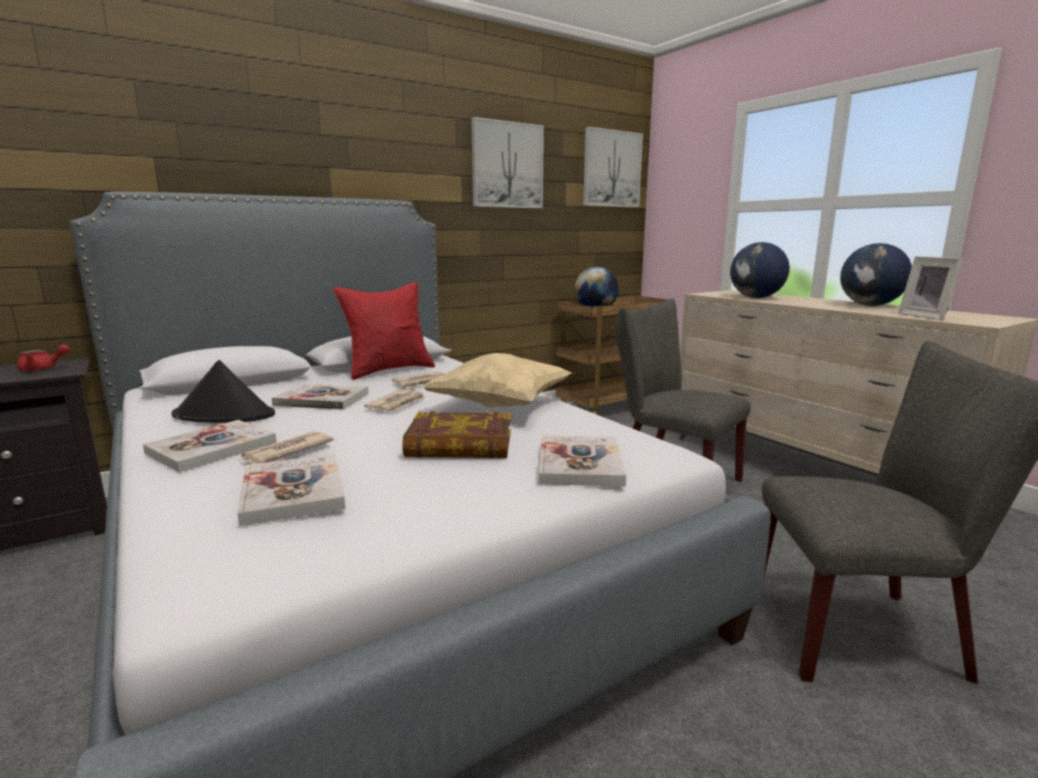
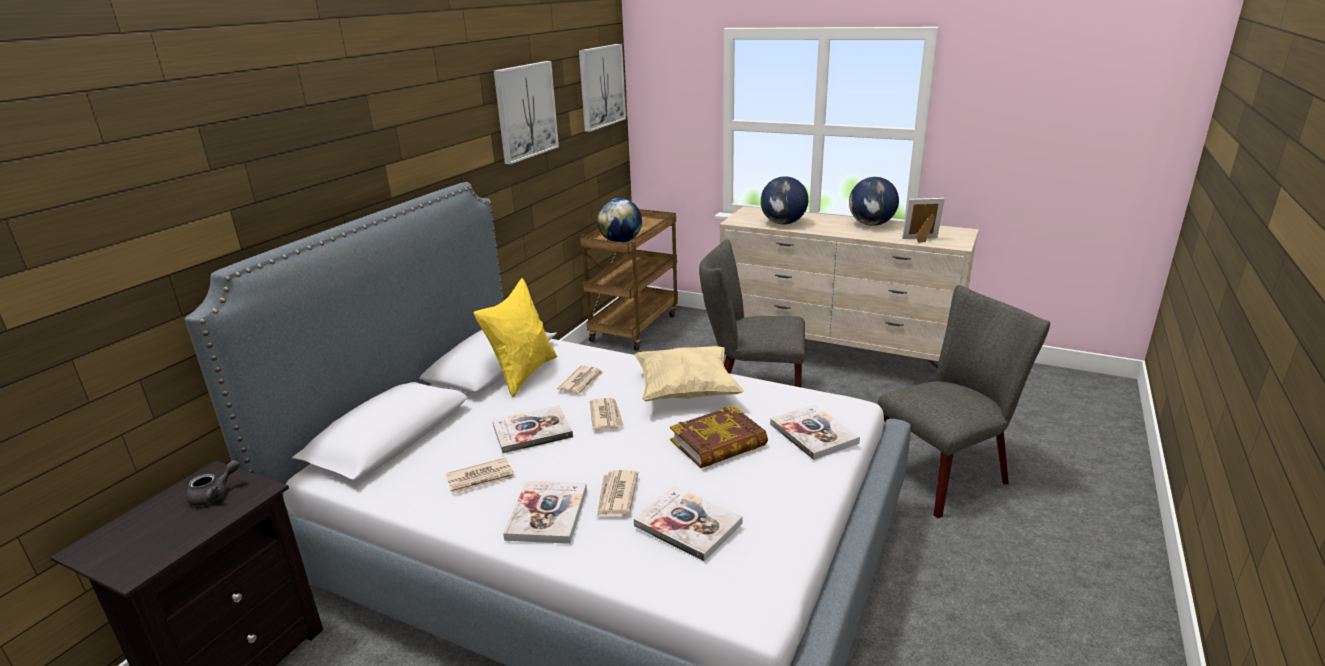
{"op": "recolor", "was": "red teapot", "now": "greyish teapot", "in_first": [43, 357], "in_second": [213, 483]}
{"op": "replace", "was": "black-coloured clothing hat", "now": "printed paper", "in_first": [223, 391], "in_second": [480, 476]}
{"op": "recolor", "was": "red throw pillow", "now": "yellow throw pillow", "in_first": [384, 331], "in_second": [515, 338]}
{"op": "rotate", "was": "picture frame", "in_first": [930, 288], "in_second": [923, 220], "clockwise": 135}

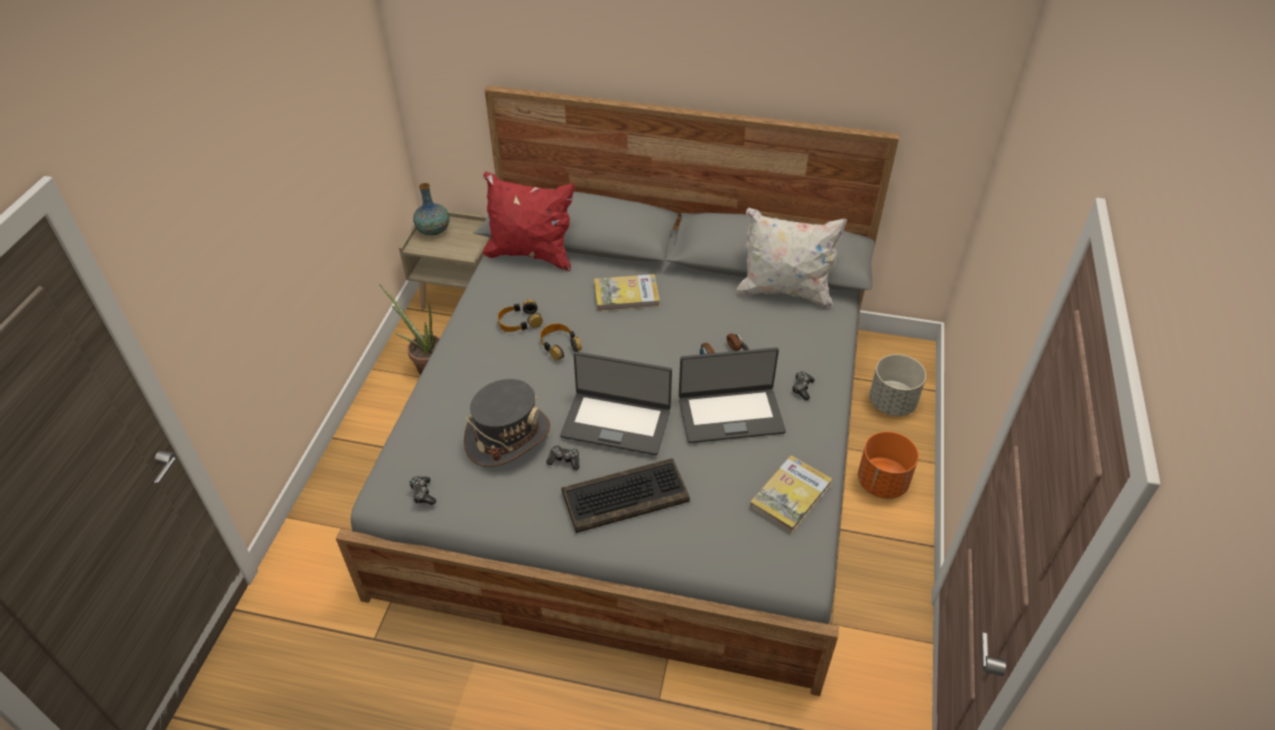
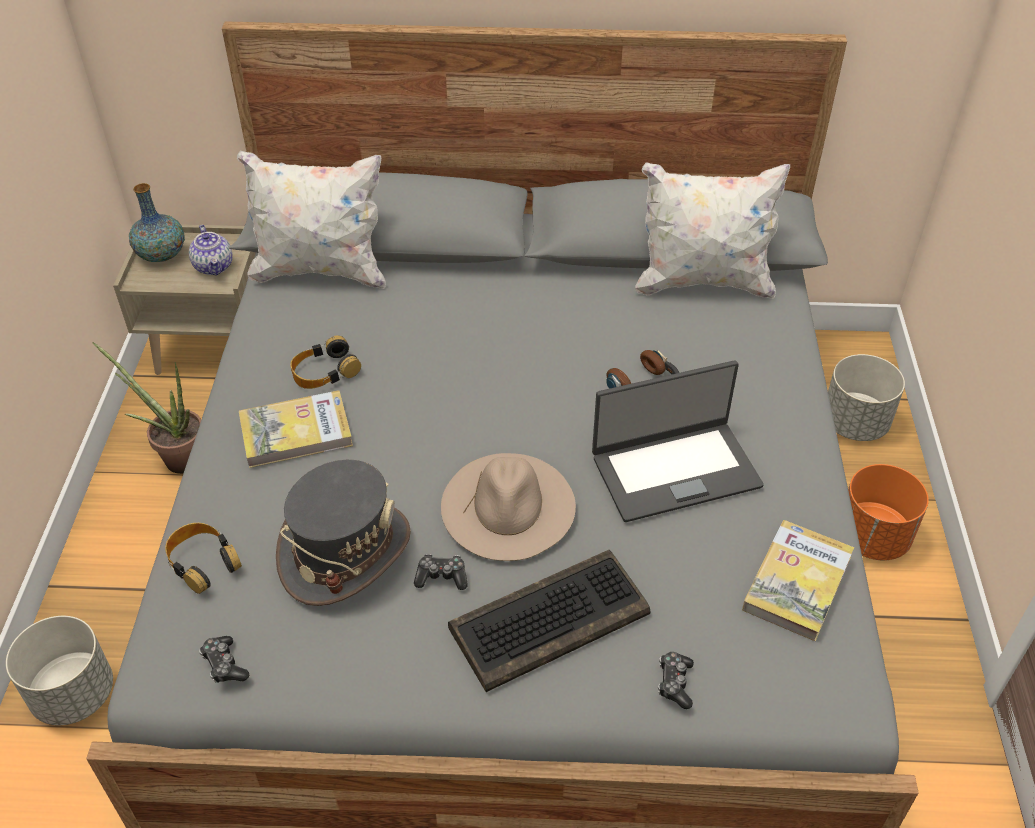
{"op": "insert", "now": "greyish flower pot", "in_second": [59, 670]}
{"op": "move", "was": "headset", "in_first": [561, 342], "in_second": [203, 558]}
{"op": "insert", "now": "teapot", "in_second": [211, 250]}
{"op": "recolor", "was": "red throw pillow", "now": "whitish throw pillow", "in_first": [529, 221], "in_second": [311, 220]}
{"op": "move", "was": "bound book", "in_first": [627, 293], "in_second": [296, 429]}
{"op": "replace", "was": "notebook computer", "now": "sand-coloured clothing hat", "in_first": [616, 403], "in_second": [508, 507]}
{"op": "move", "was": "game controller", "in_first": [803, 385], "in_second": [676, 680]}

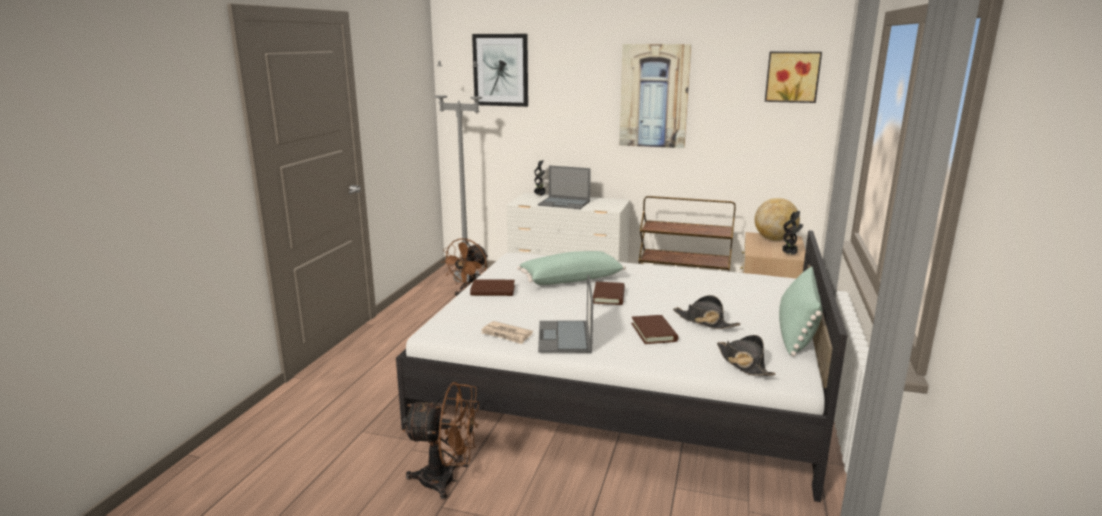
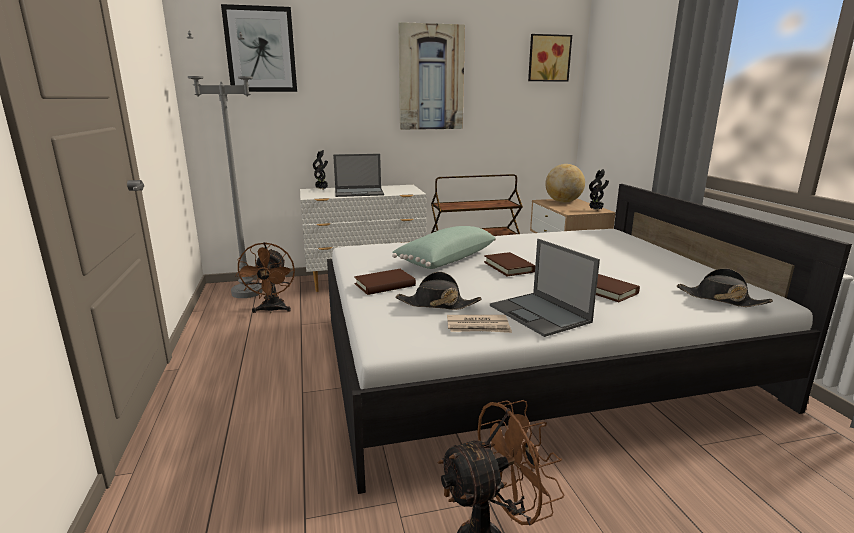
{"op": "move", "was": "black-coloured clothing hat", "in_first": [707, 312], "in_second": [438, 291]}
{"op": "delete", "was": "greenish throw pillow", "in_first": [801, 311]}

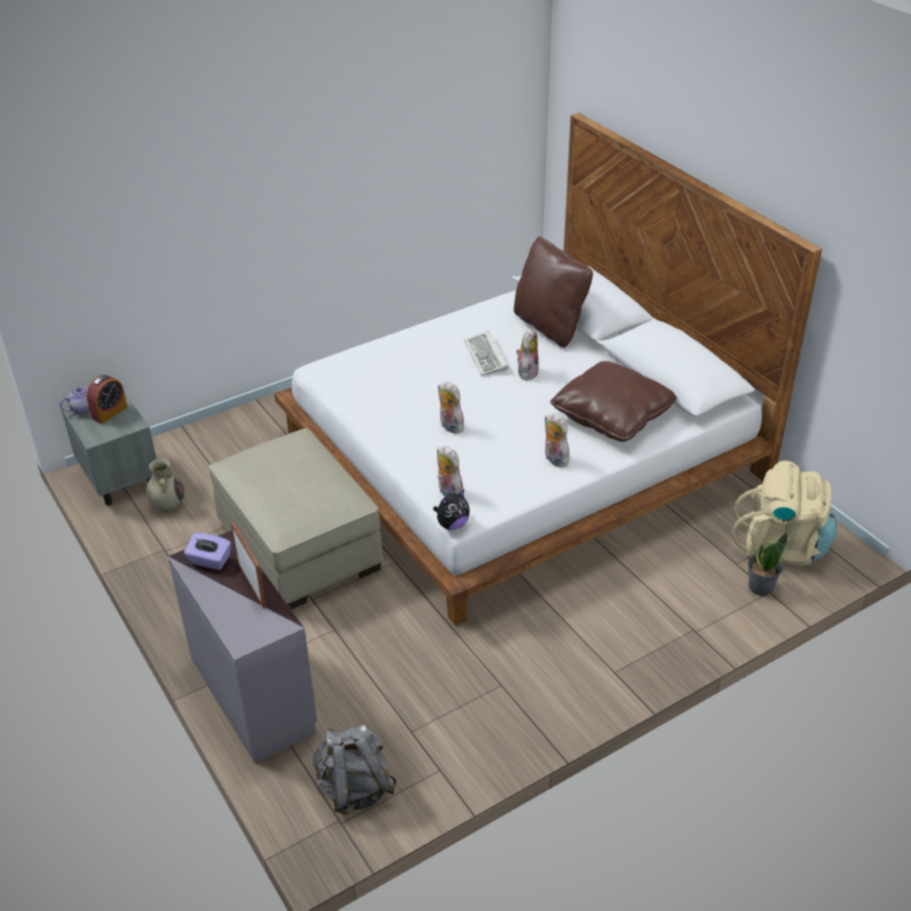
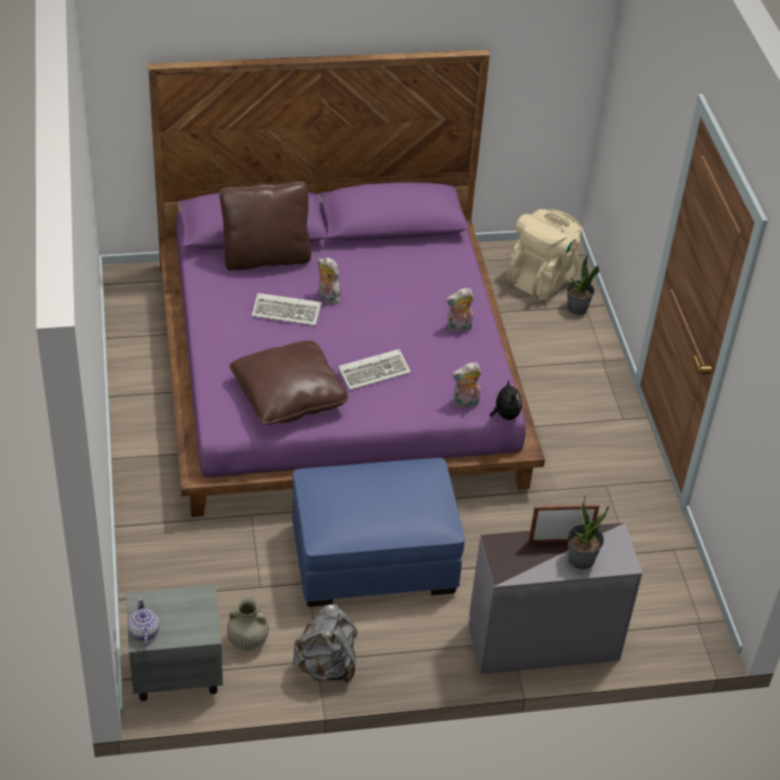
{"op": "recolor", "was": "whitish bed", "now": "purple-coloured bed", "in_first": [548, 369], "in_second": [346, 283]}
{"op": "move", "was": "brown-coloured throw pillow", "in_first": [613, 401], "in_second": [289, 382]}
{"op": "recolor", "was": "sand-coloured pouffe", "now": "blue-coloured pouffe", "in_first": [296, 519], "in_second": [378, 532]}
{"op": "move", "was": "greyish backpack", "in_first": [355, 769], "in_second": [325, 643]}
{"op": "replace", "was": "cuddly toy", "now": "keyboard", "in_first": [452, 407], "in_second": [374, 369]}
{"op": "insert", "now": "houseplant", "in_second": [588, 532]}
{"op": "delete", "was": "alarm clock", "in_first": [106, 399]}
{"op": "delete", "was": "purple-coloured box of tissues", "in_first": [207, 551]}

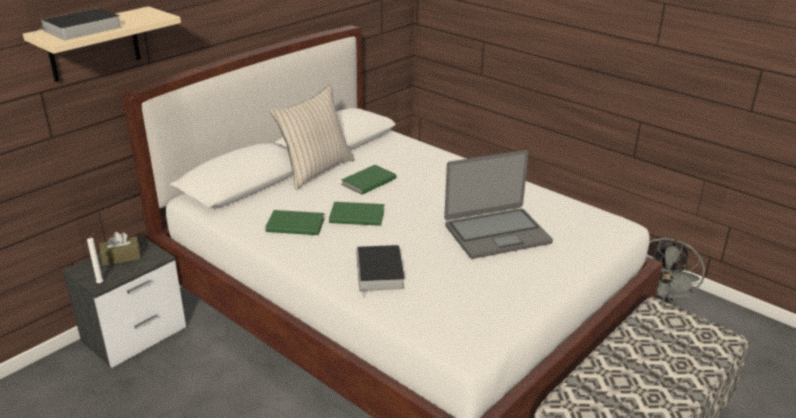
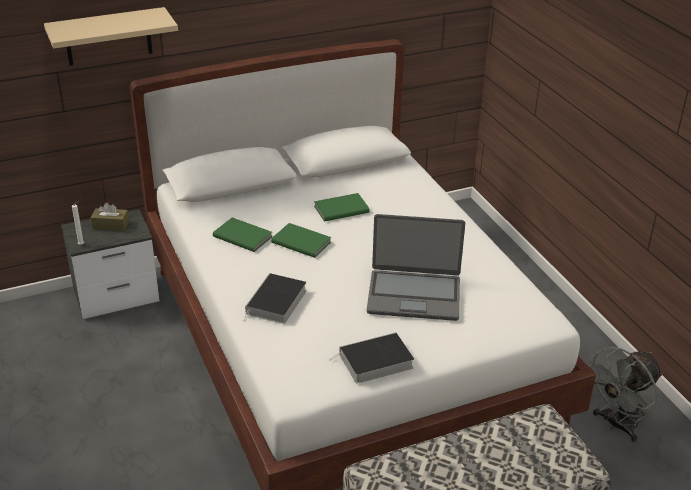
{"op": "move", "was": "bound book", "in_first": [77, 24], "in_second": [371, 358]}
{"op": "delete", "was": "sand-coloured throw pillow", "in_first": [312, 137]}

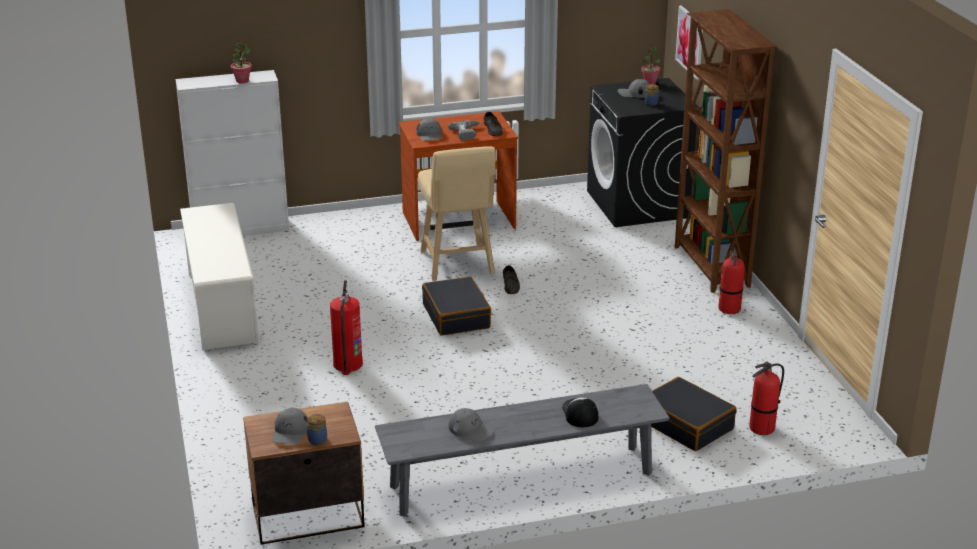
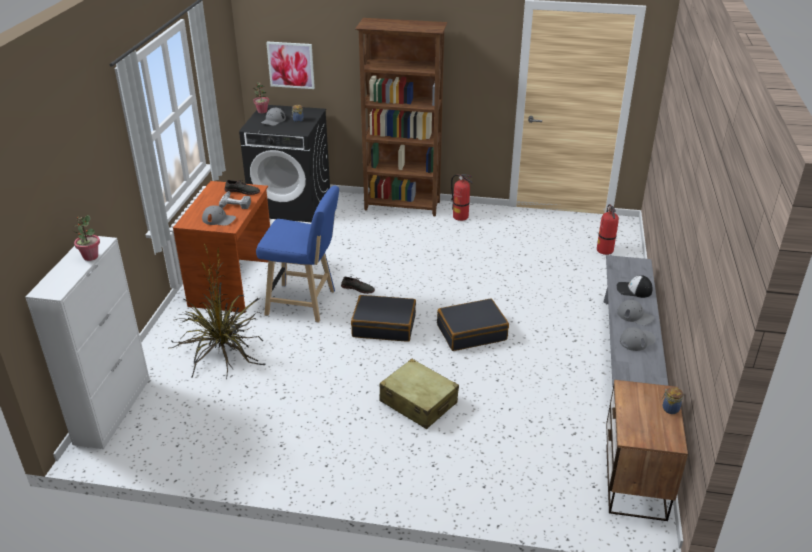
{"op": "insert", "now": "houseplant", "in_second": [218, 311]}
{"op": "recolor", "was": "sand-coloured stool seat", "now": "blue-coloured stool seat", "in_first": [456, 214], "in_second": [297, 254]}
{"op": "replace", "was": "extinguisher", "now": "sand-coloured suitcase", "in_first": [346, 327], "in_second": [419, 394]}
{"op": "move", "was": "black-coloured suitcase", "in_first": [694, 414], "in_second": [473, 324]}
{"op": "move", "was": "greyish cap", "in_first": [290, 426], "in_second": [635, 312]}
{"op": "delete", "was": "whitish shoe rack", "in_first": [219, 276]}

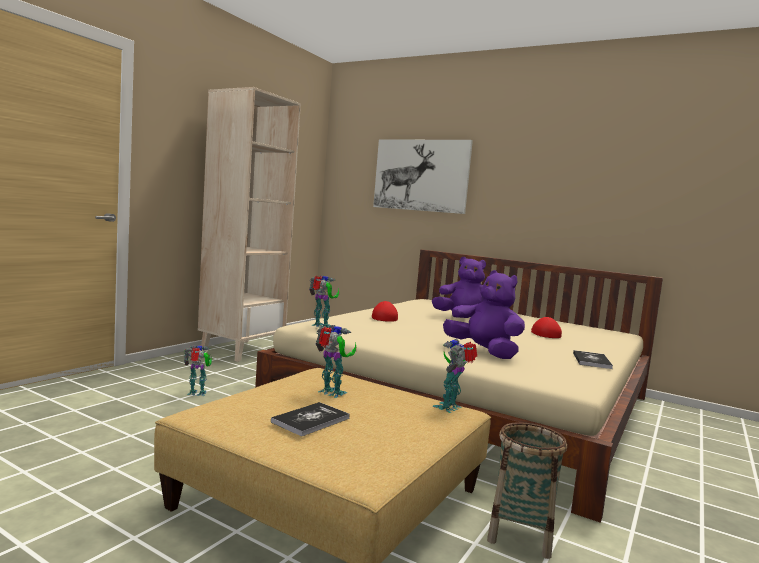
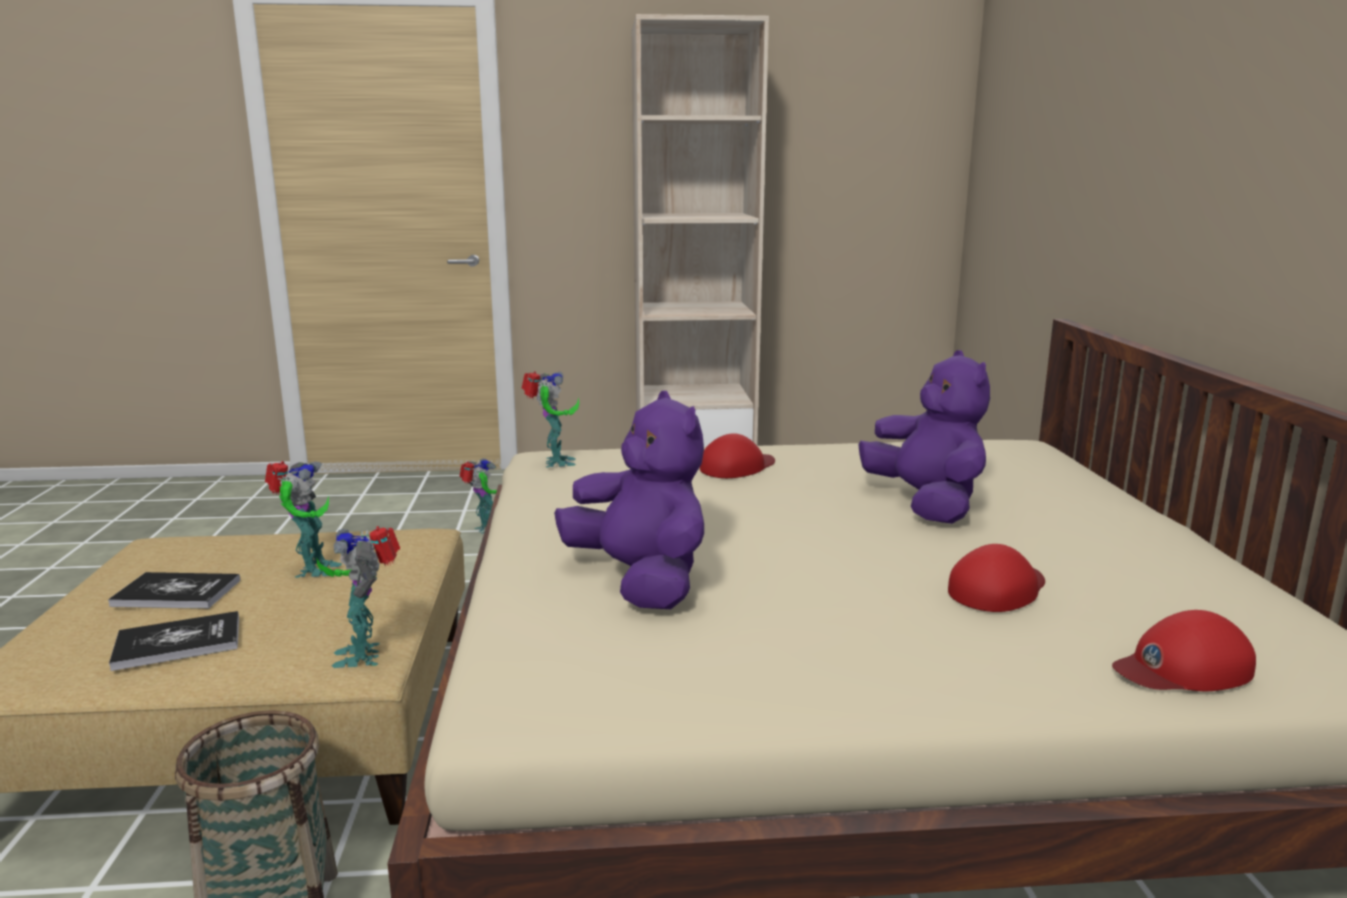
{"op": "move", "was": "bound book", "in_first": [593, 359], "in_second": [174, 641]}
{"op": "rotate", "was": "toy robot", "in_first": [455, 376], "in_second": [358, 597], "clockwise": -105}
{"op": "rotate", "was": "purple-coloured cuddly toy", "in_first": [484, 314], "in_second": [629, 500], "clockwise": -45}
{"op": "insert", "now": "red cap", "in_second": [1184, 650]}
{"op": "delete", "was": "wall picture", "in_first": [423, 177]}

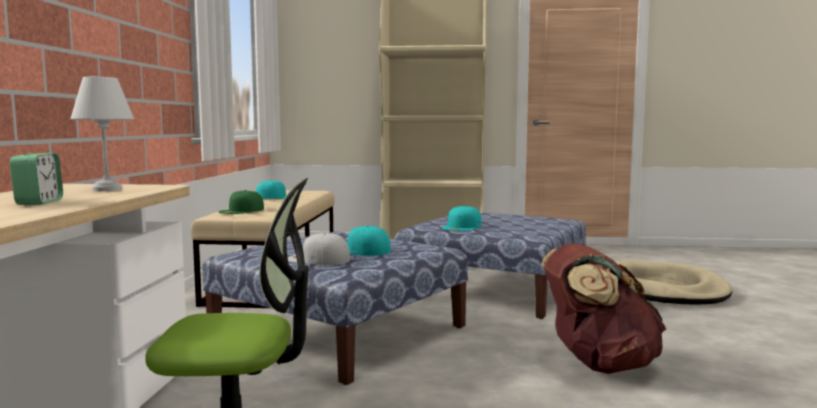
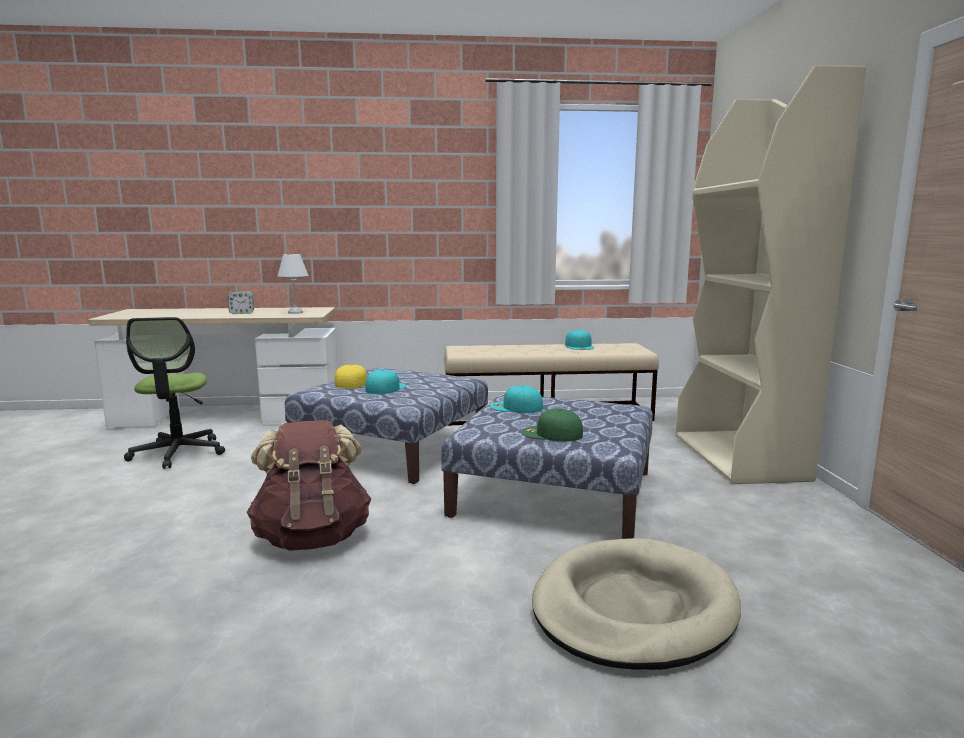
{"op": "recolor", "was": "whitish cap", "now": "yellow cap", "in_first": [319, 249], "in_second": [351, 376]}
{"op": "move", "was": "greenish cap", "in_first": [241, 202], "in_second": [552, 425]}

